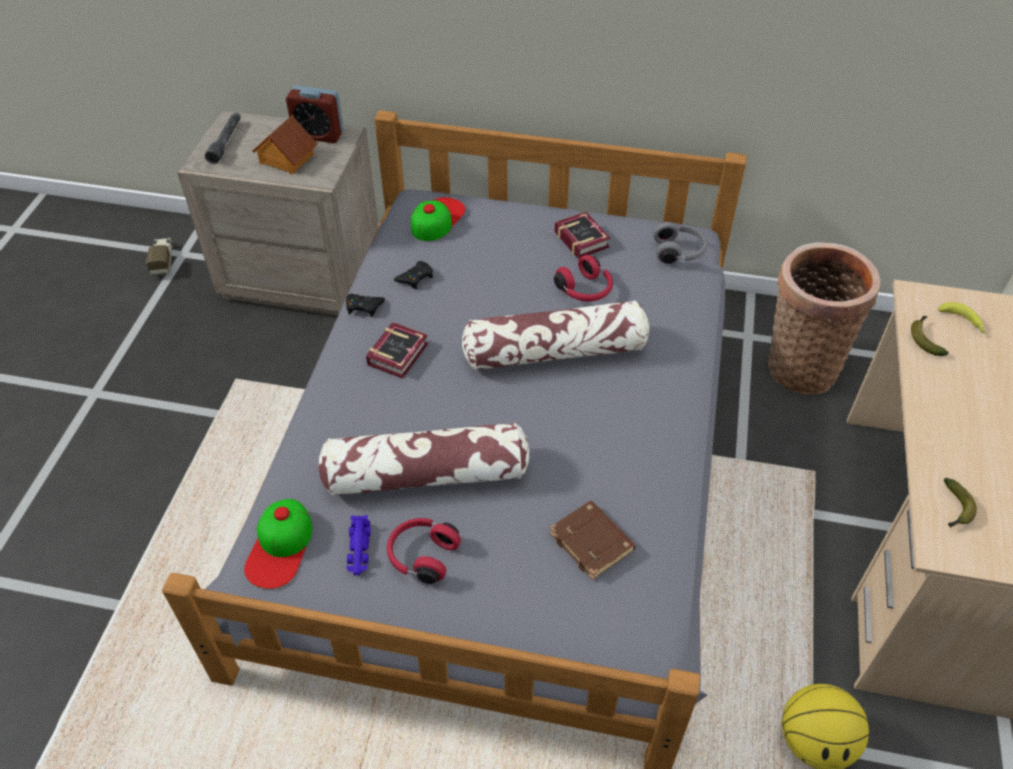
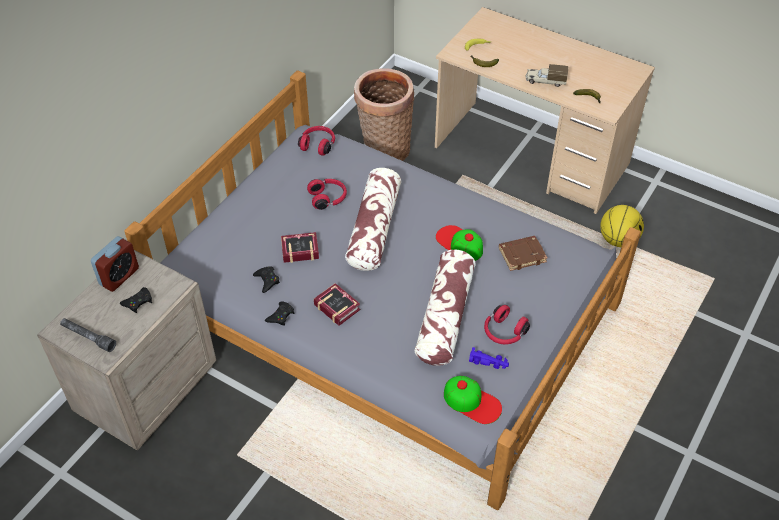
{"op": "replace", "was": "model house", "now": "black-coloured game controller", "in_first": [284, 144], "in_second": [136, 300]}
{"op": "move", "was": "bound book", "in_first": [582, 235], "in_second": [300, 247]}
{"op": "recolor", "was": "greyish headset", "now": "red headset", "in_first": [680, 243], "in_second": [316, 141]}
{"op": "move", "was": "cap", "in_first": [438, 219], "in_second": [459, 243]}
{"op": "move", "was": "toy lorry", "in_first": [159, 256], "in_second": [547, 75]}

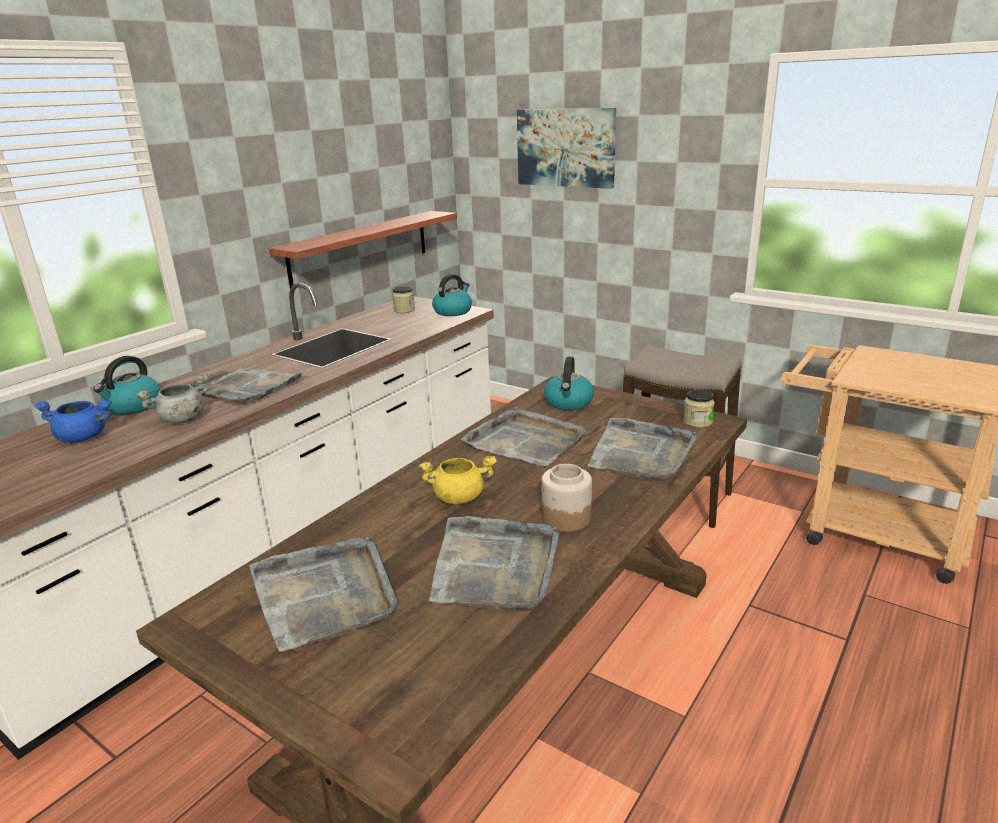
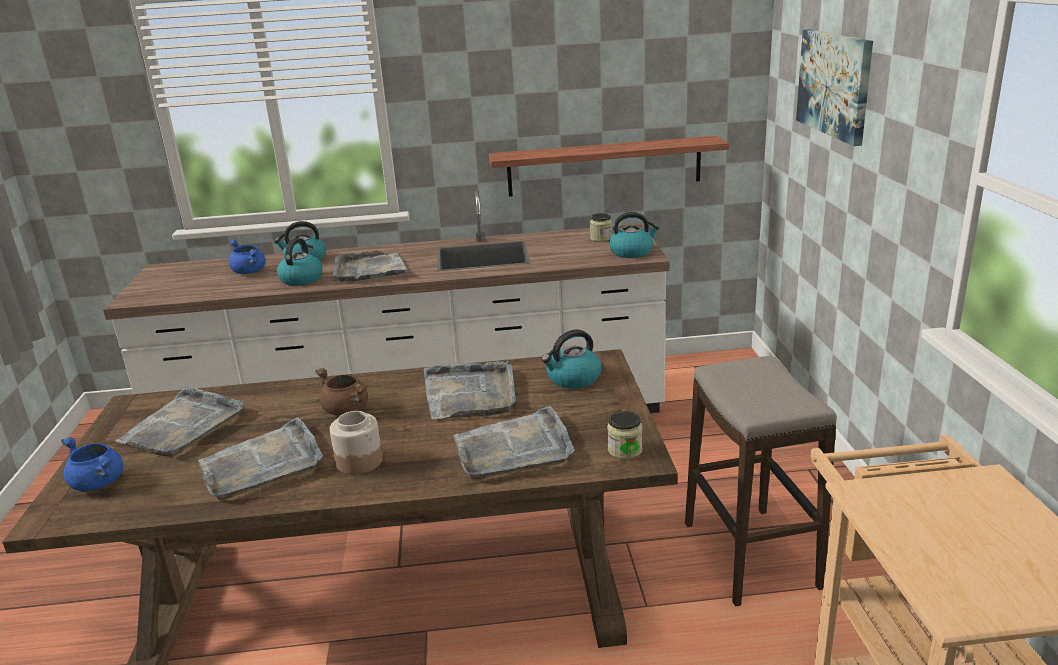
{"op": "insert", "now": "blue-coloured saucepot", "in_second": [92, 464]}
{"op": "replace", "was": "greyish saucepot", "now": "tea kettle", "in_first": [172, 398], "in_second": [300, 262]}
{"op": "recolor", "was": "yellow saucepot", "now": "brown-coloured saucepot", "in_first": [458, 480], "in_second": [341, 392]}

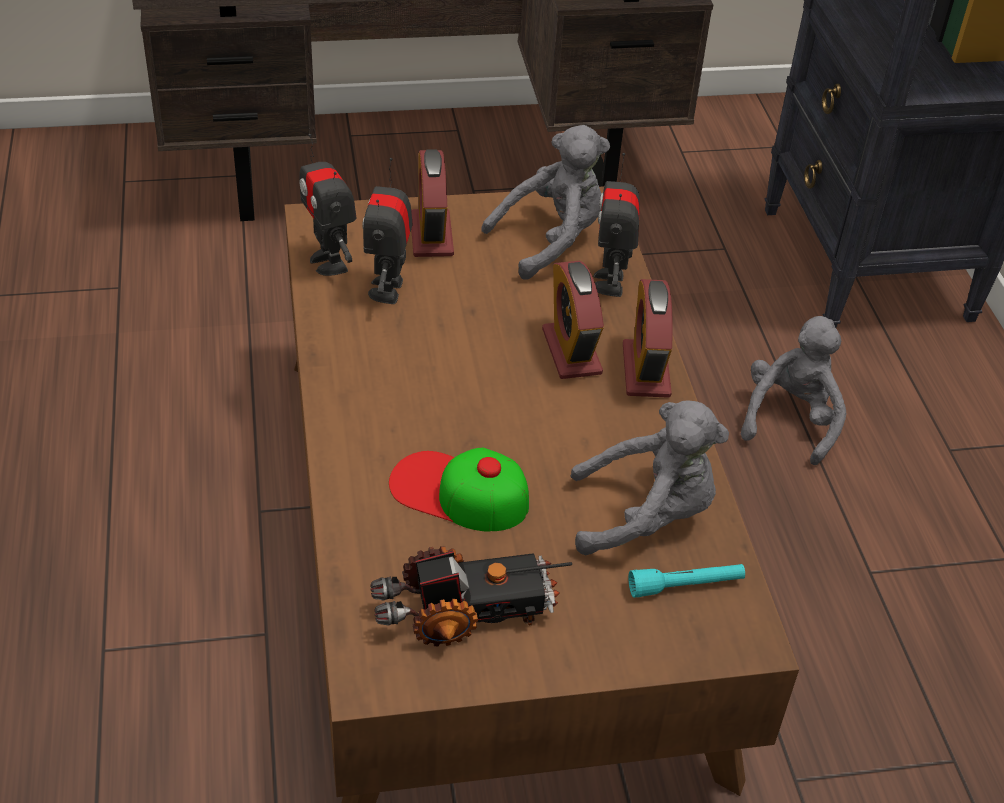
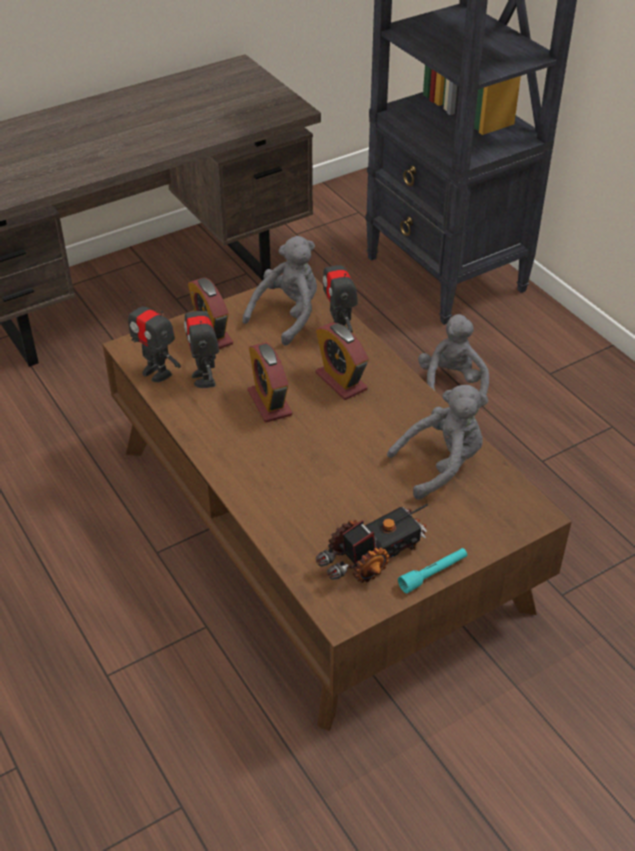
{"op": "move", "was": "alarm clock", "in_first": [648, 338], "in_second": [270, 382]}
{"op": "move", "was": "blue-green flashlight", "in_first": [687, 581], "in_second": [432, 570]}
{"op": "delete", "was": "cap", "in_first": [459, 490]}

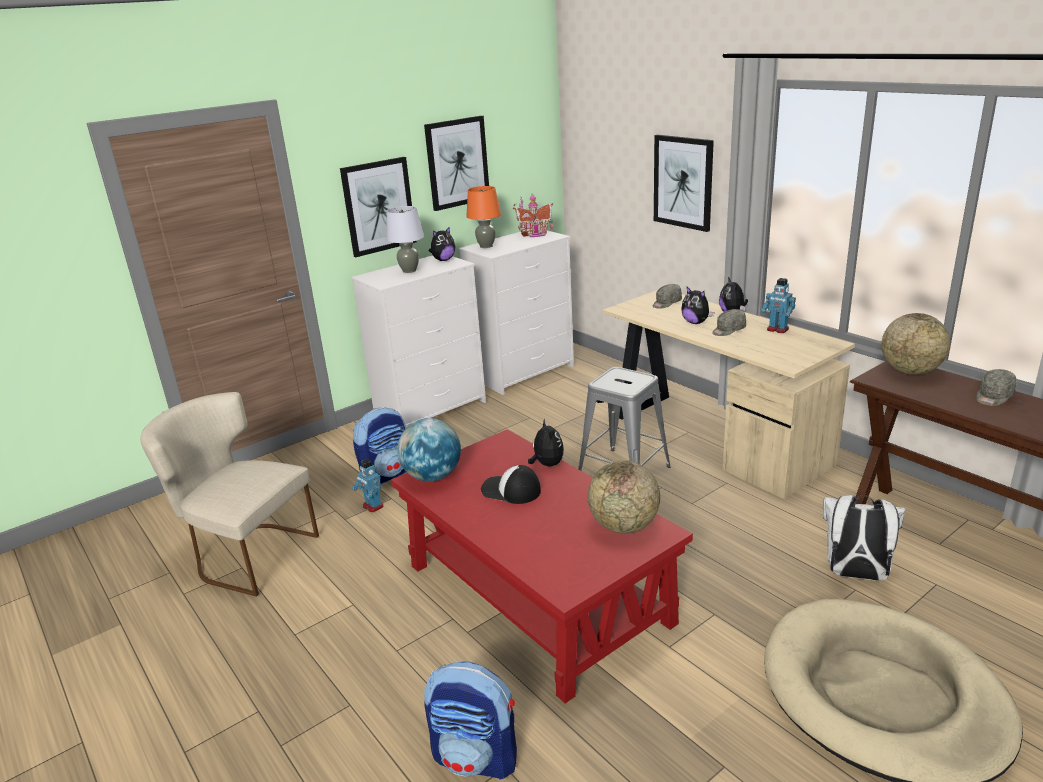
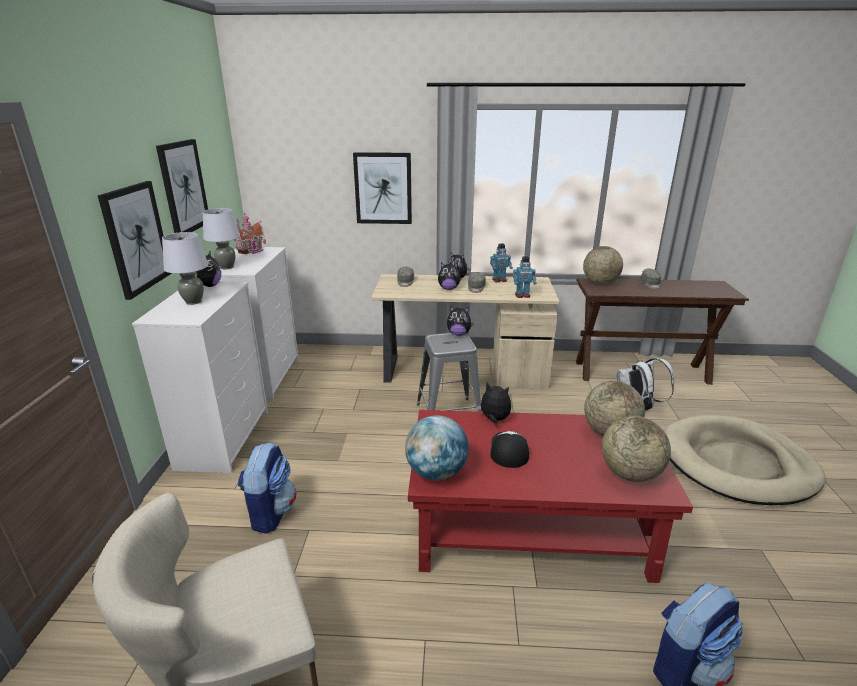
{"op": "recolor", "was": "orange tabletop lamp", "now": "greyish tabletop lamp", "in_first": [483, 217], "in_second": [221, 238]}
{"op": "insert", "now": "cuddly toy", "in_second": [460, 321]}
{"op": "rotate", "was": "cap", "in_first": [511, 484], "in_second": [509, 449], "clockwise": 120}
{"op": "move", "was": "toy robot", "in_first": [368, 485], "in_second": [525, 277]}
{"op": "insert", "now": "world globe", "in_second": [636, 449]}

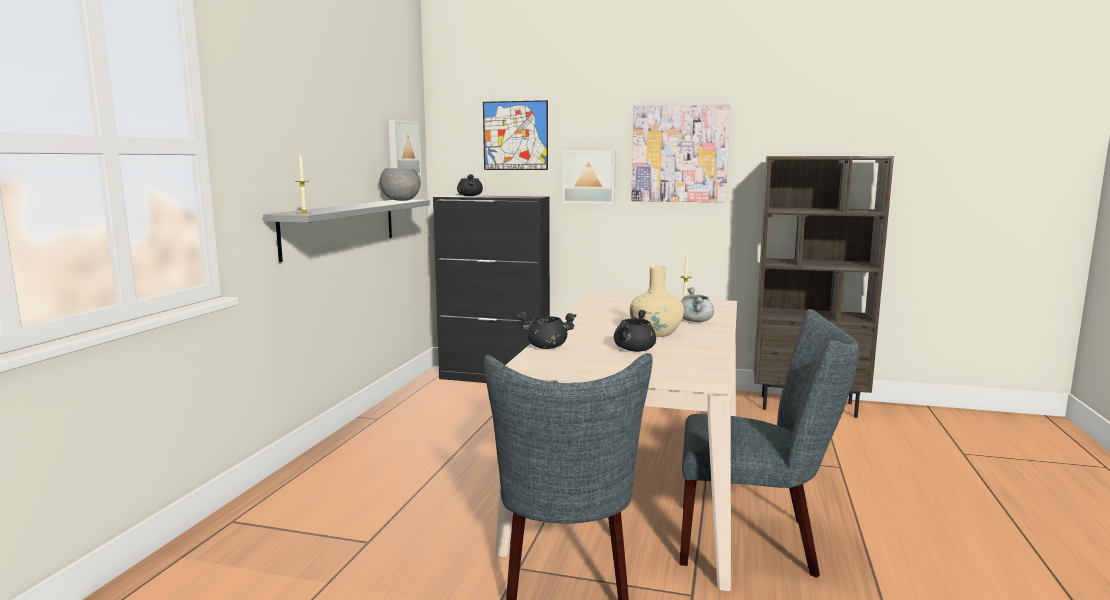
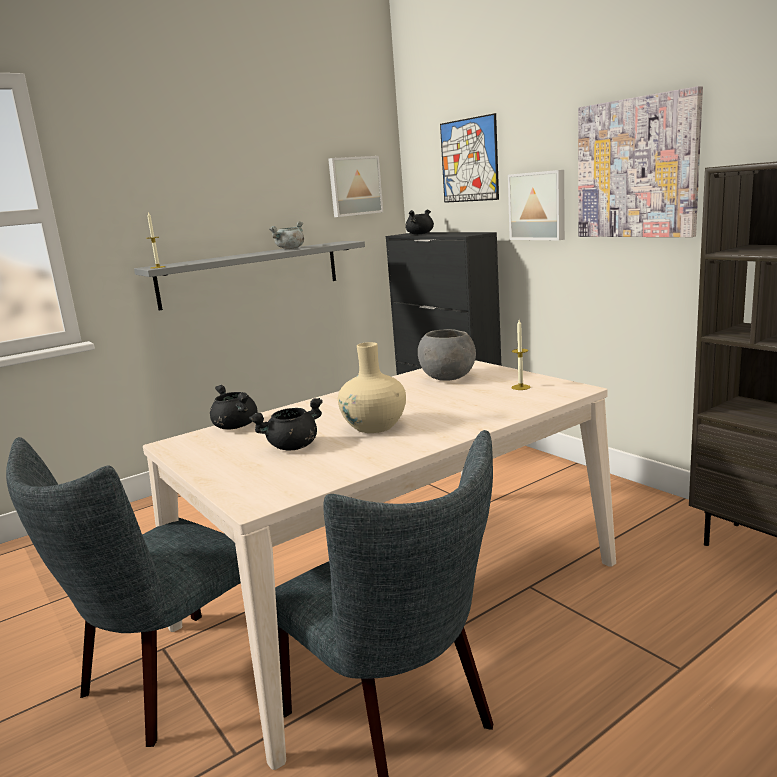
{"op": "move", "was": "greyish saucepot", "in_first": [697, 304], "in_second": [286, 235]}
{"op": "move", "was": "greyish deep dish", "in_first": [400, 184], "in_second": [447, 355]}

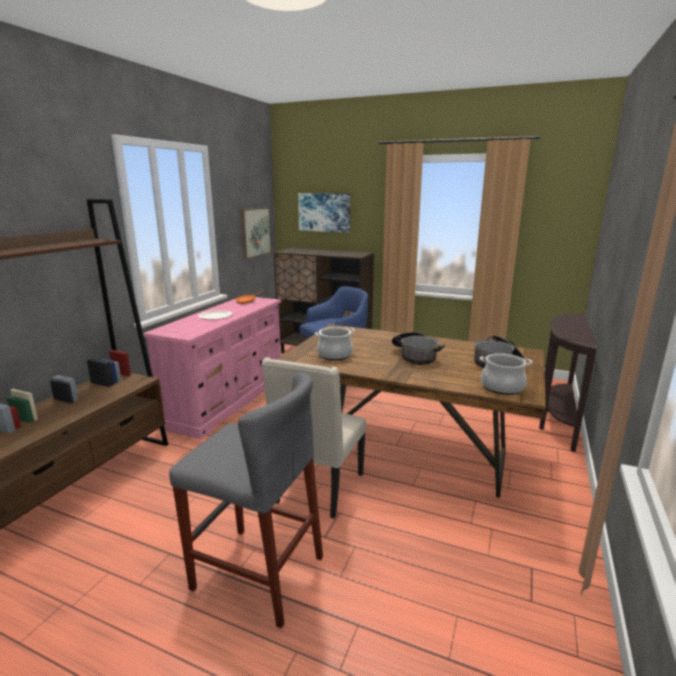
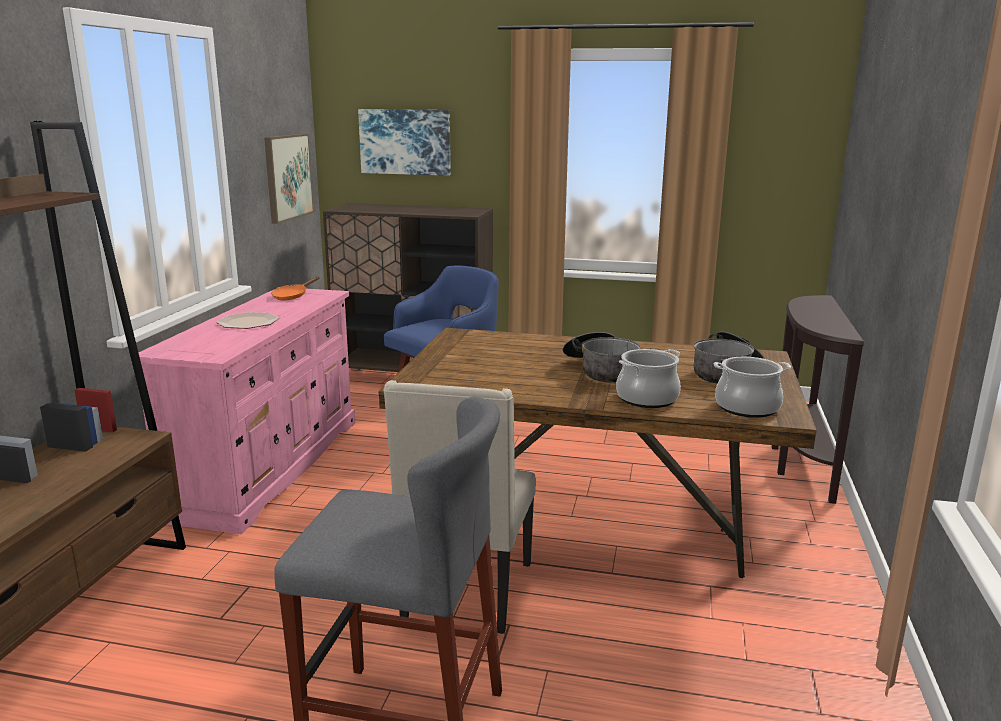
{"op": "move", "was": "saucepot", "in_first": [335, 344], "in_second": [648, 378]}

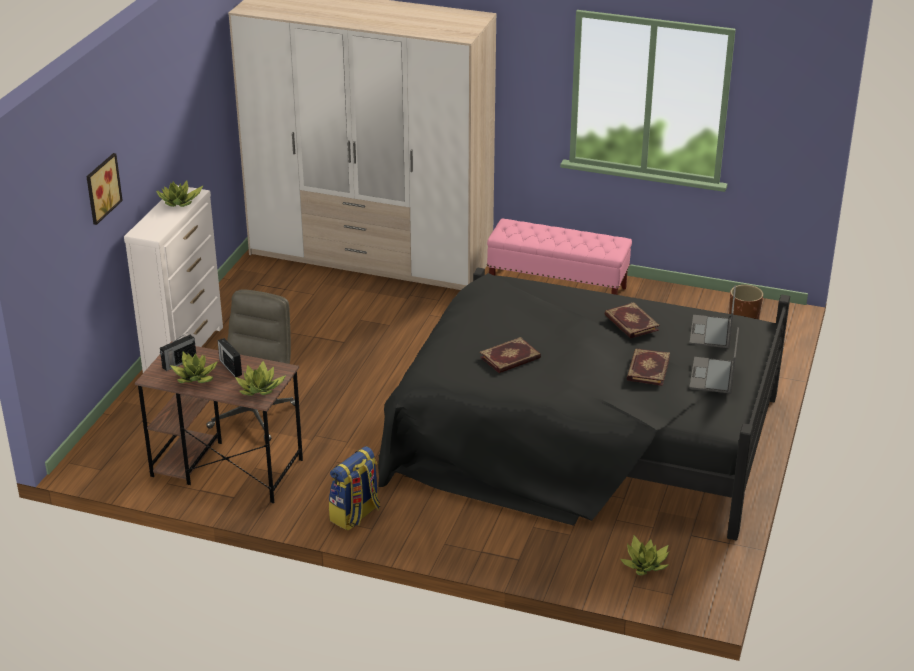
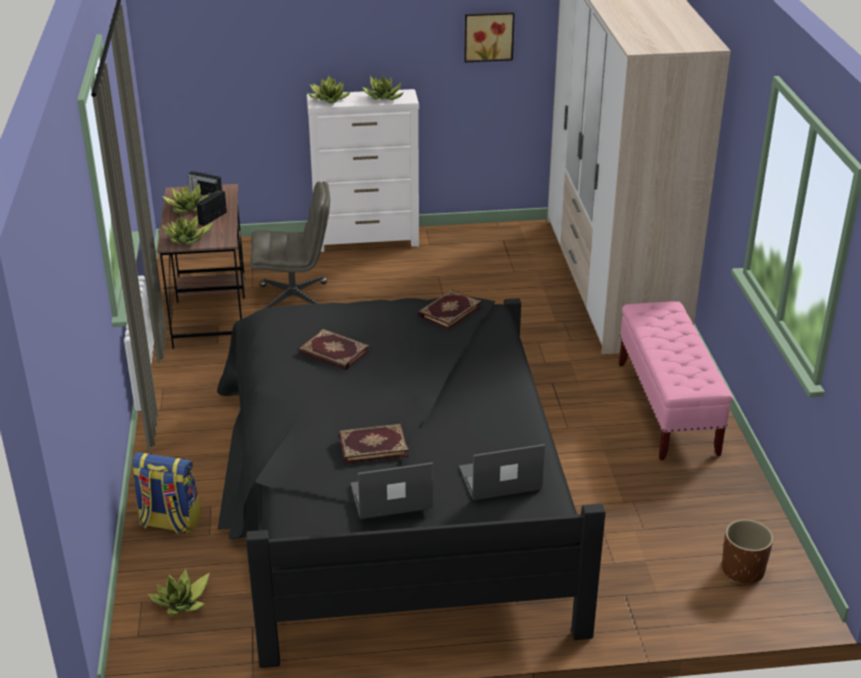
{"op": "move", "was": "backpack", "in_first": [354, 488], "in_second": [166, 493]}
{"op": "insert", "now": "houseplant", "in_second": [329, 89]}
{"op": "move", "was": "bound book", "in_first": [632, 320], "in_second": [449, 310]}
{"op": "move", "was": "wall picture", "in_first": [104, 189], "in_second": [489, 37]}

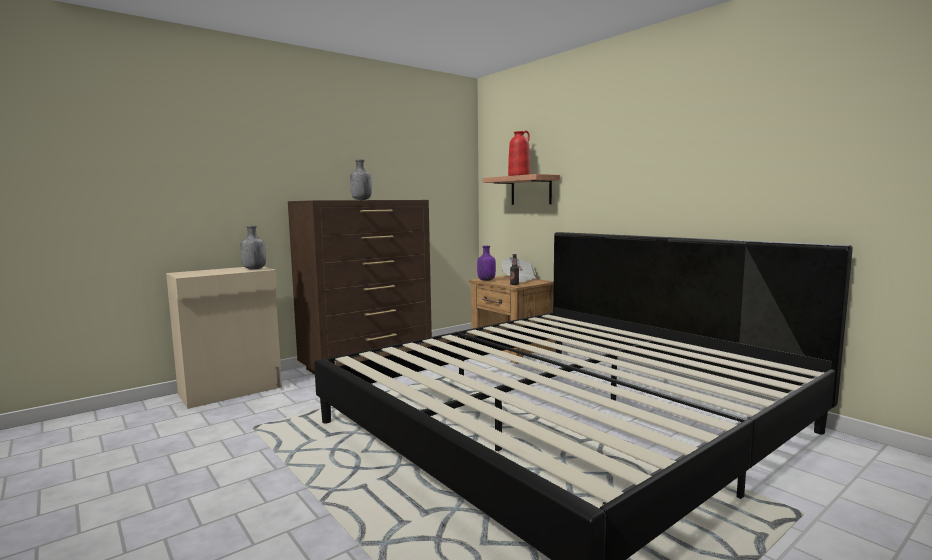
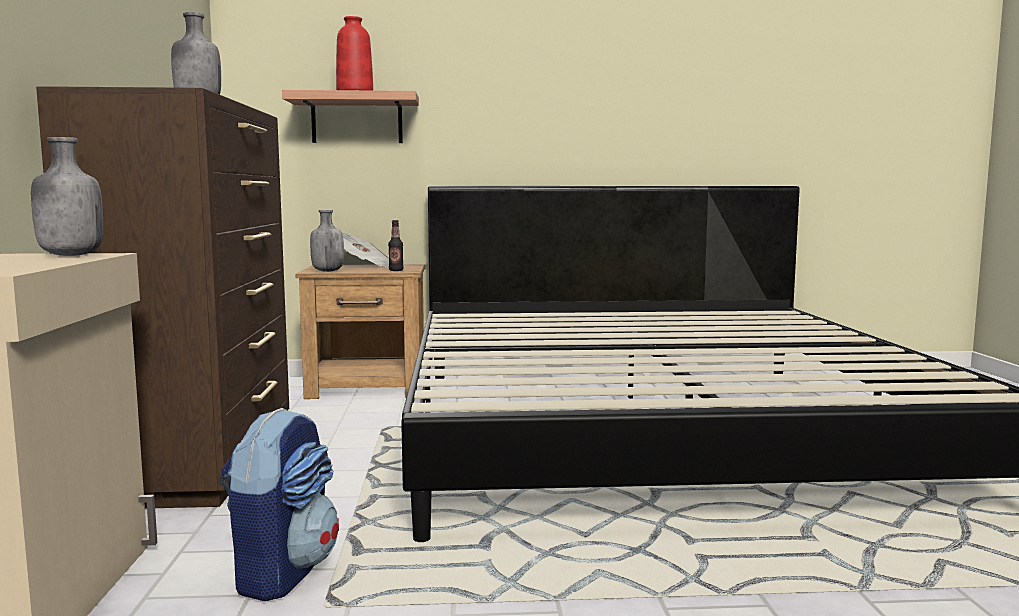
{"op": "insert", "now": "backpack", "in_second": [279, 504]}
{"op": "recolor", "was": "purple-coloured beverage bottle", "now": "greyish beverage bottle", "in_first": [486, 263], "in_second": [327, 241]}

